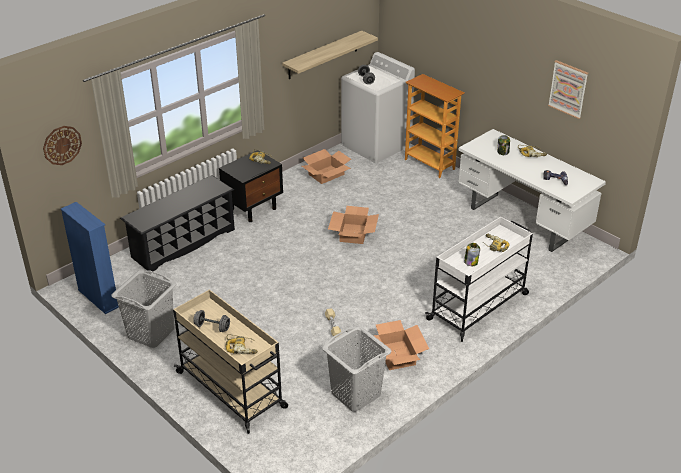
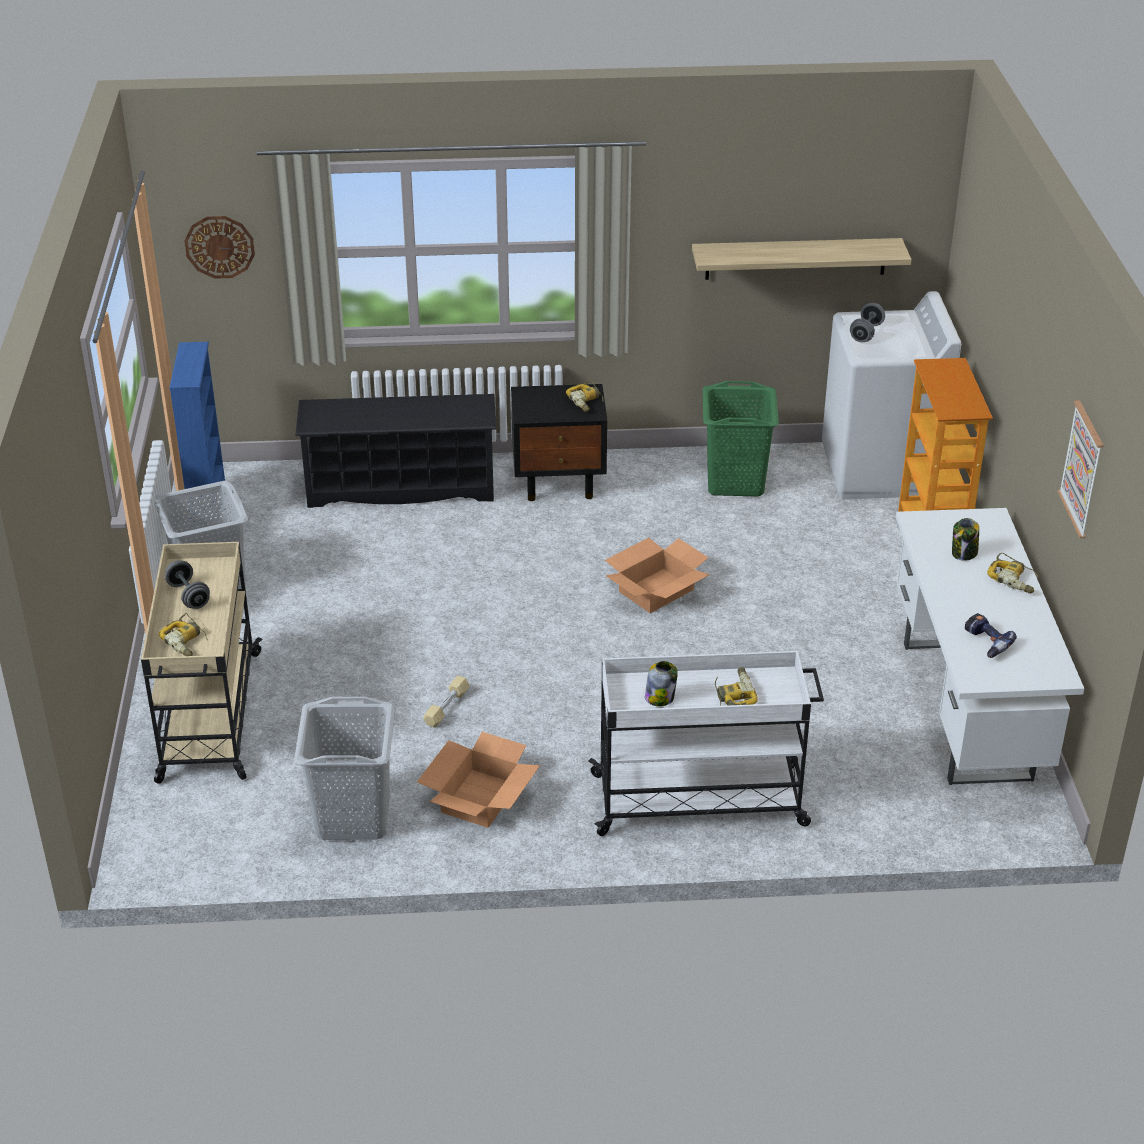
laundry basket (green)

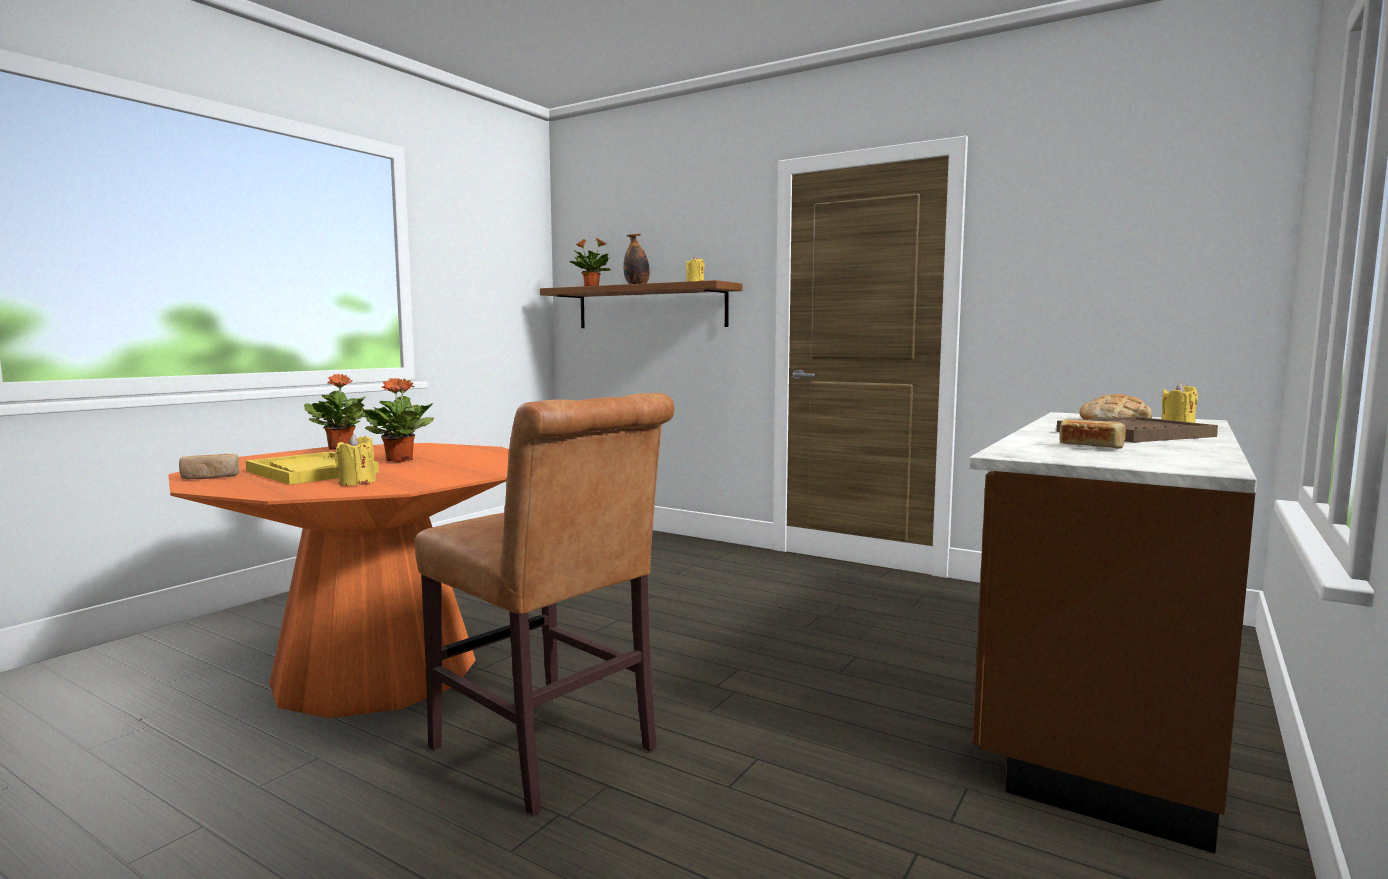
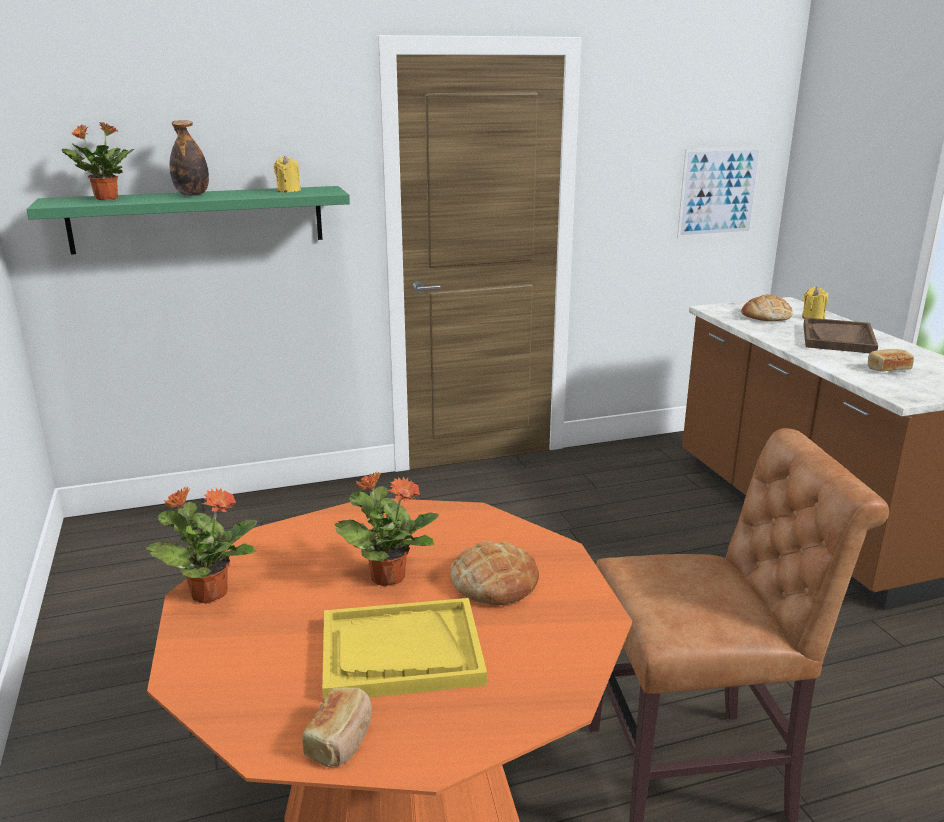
shelf (green)
bread (2nd from left)
picture
candle (yellow) (1st from left in the first image)

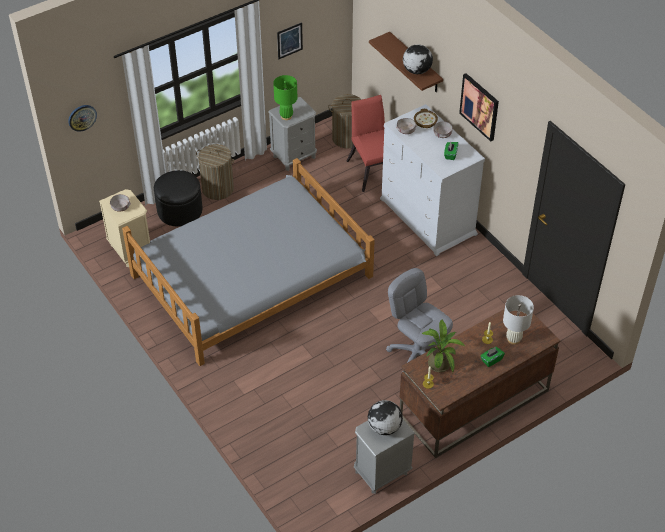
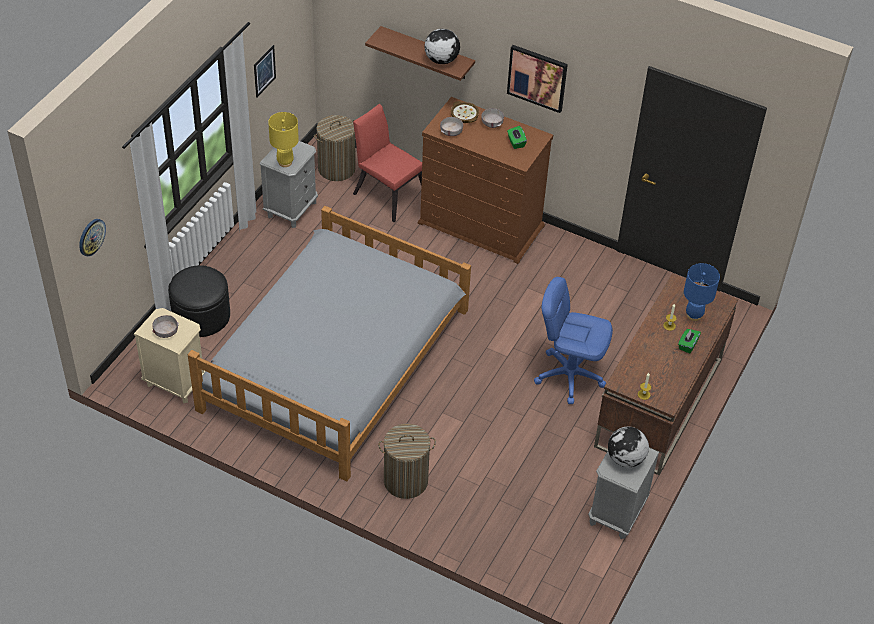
table lamp (yellow)
laundry basket (2nd from left)
dresser (brown)
office chair (blue)
table lamp (blue)
potted plant

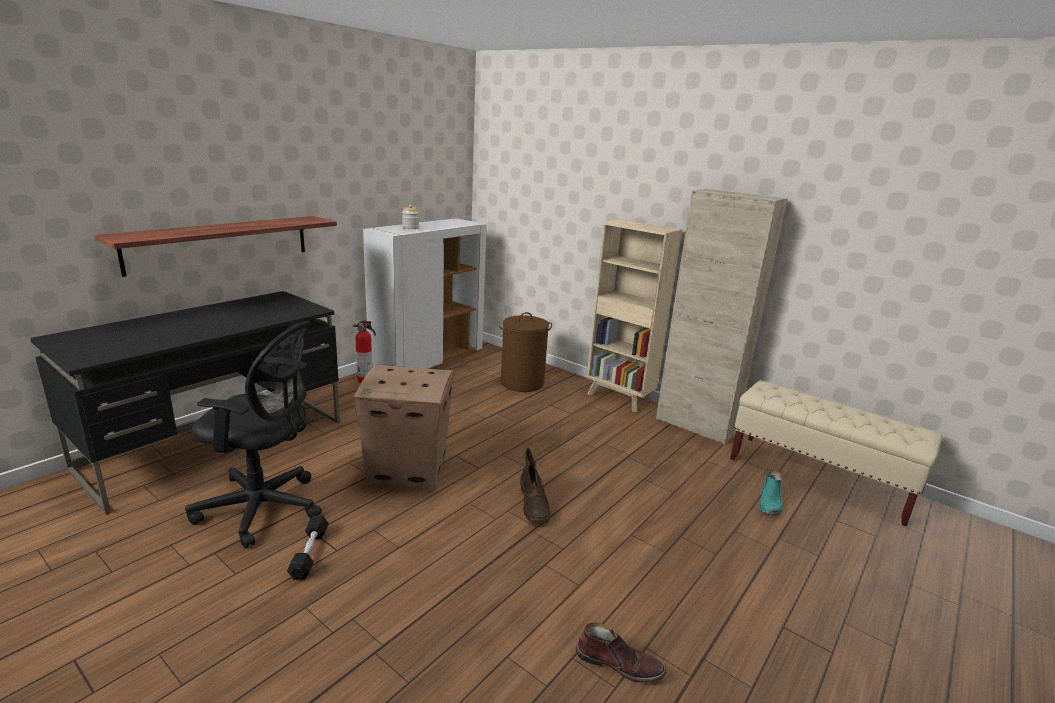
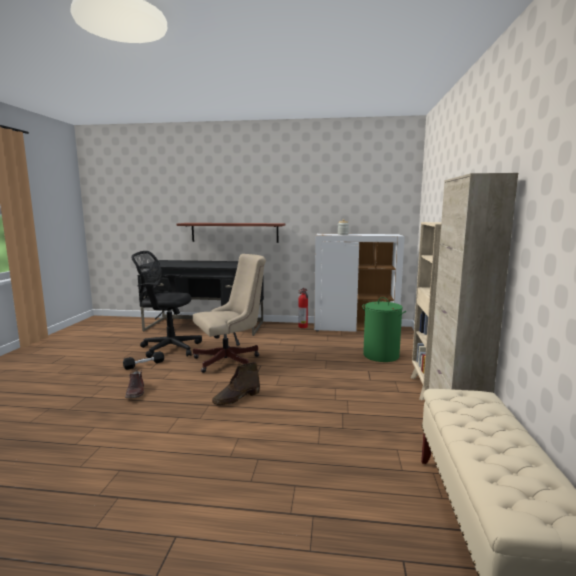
boot (brown) (1st from left)
office chair (black)
office chair (beige)
laundry basket (green)
boot (turquoise)

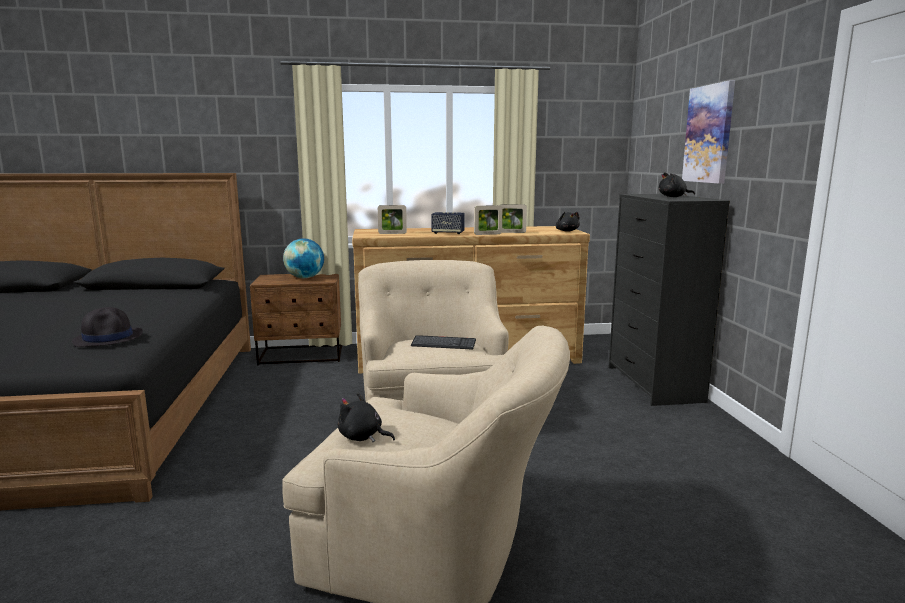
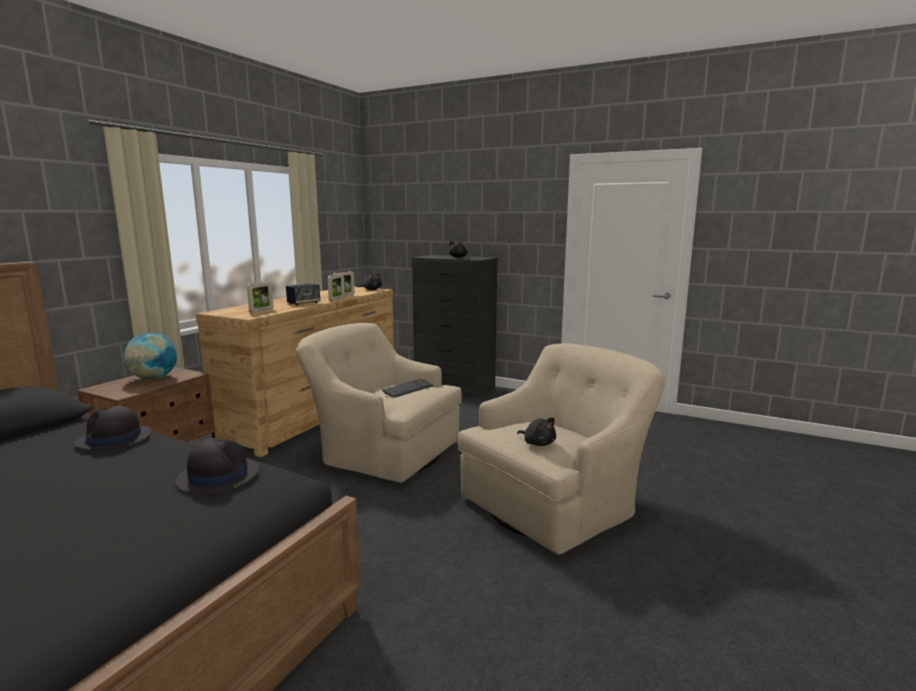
hat (black) (1st from left)
plush toy (black) (3rd from left)
picture

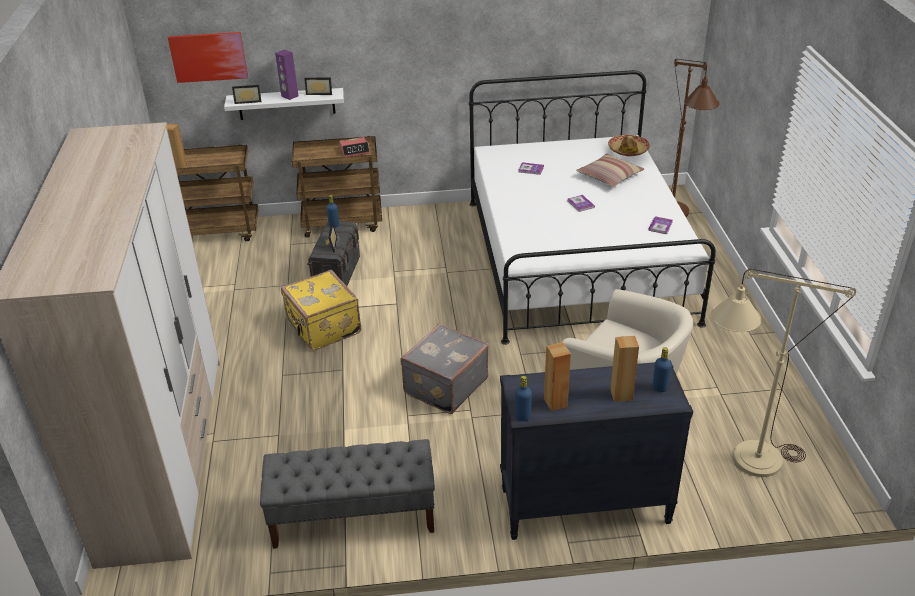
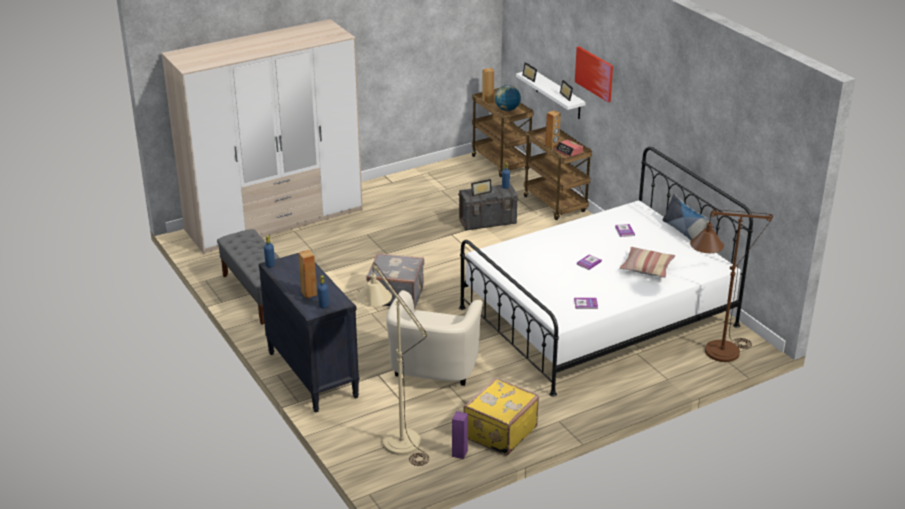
speaker (purple)
suitcase (yellow)
globe
speaker (brown) (3rd from left)
picture
pillow (2nd from left)
hat

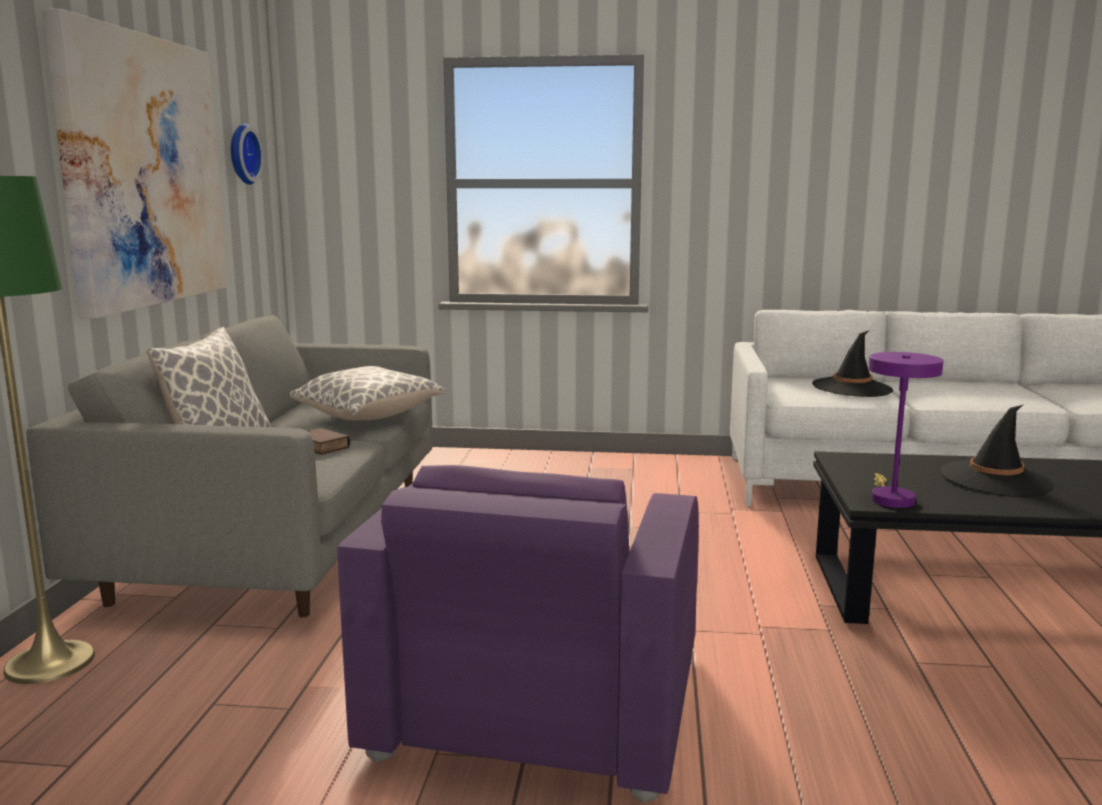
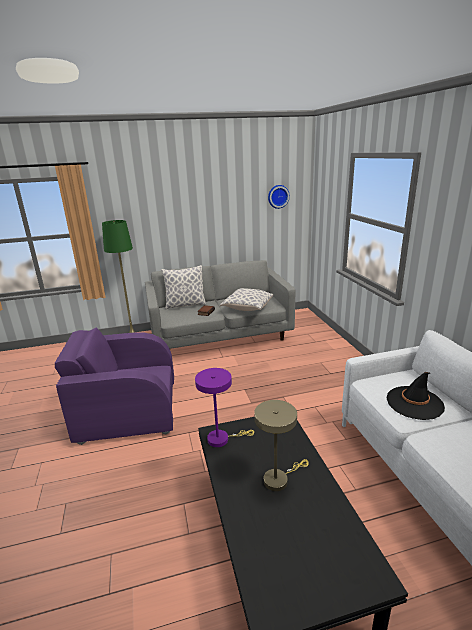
table lamp (beige)
picture

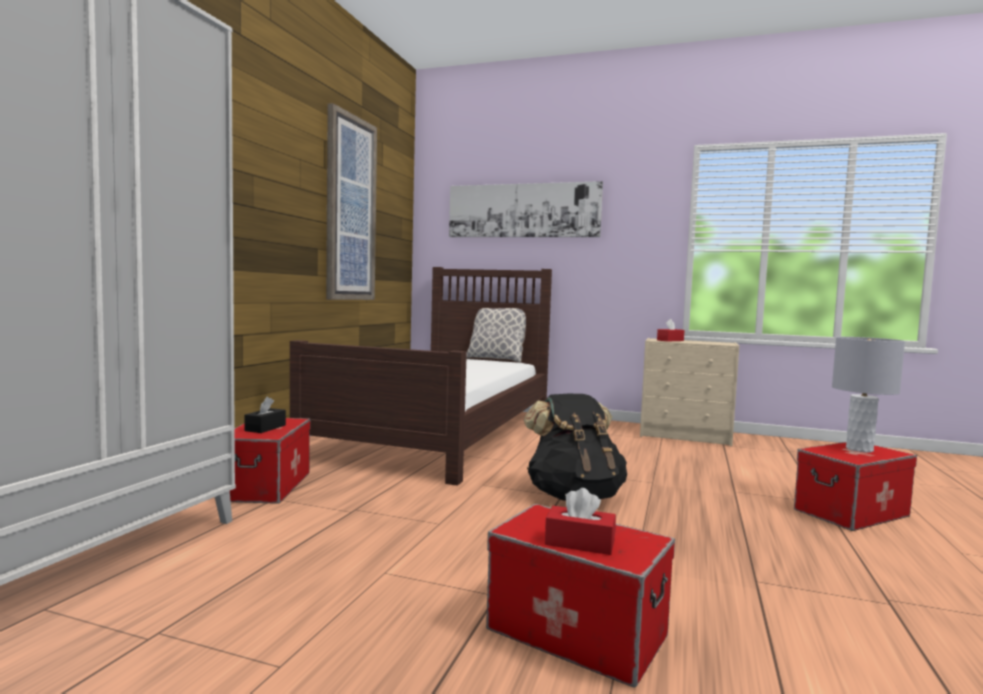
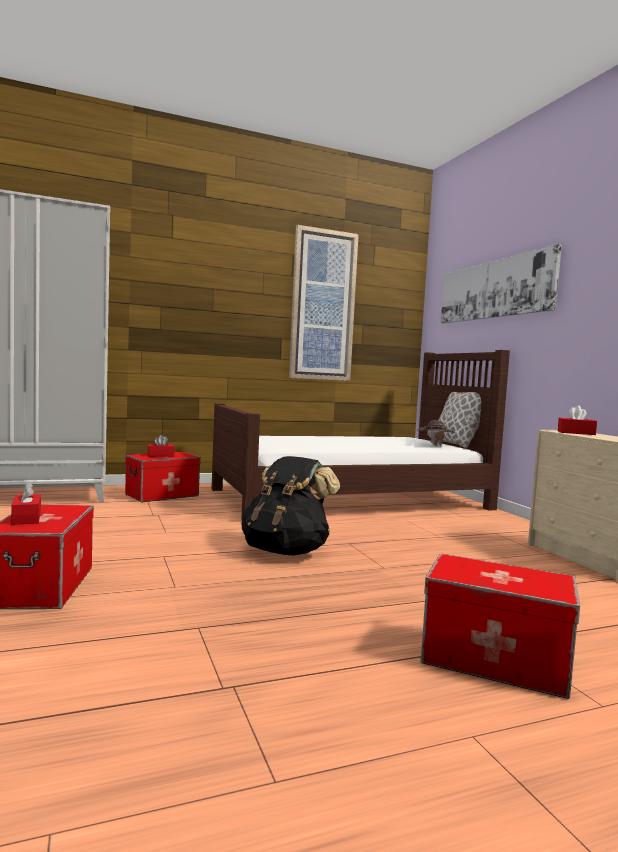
tissue box (red) (2nd from left)
hat (brown)
table lamp (grey)

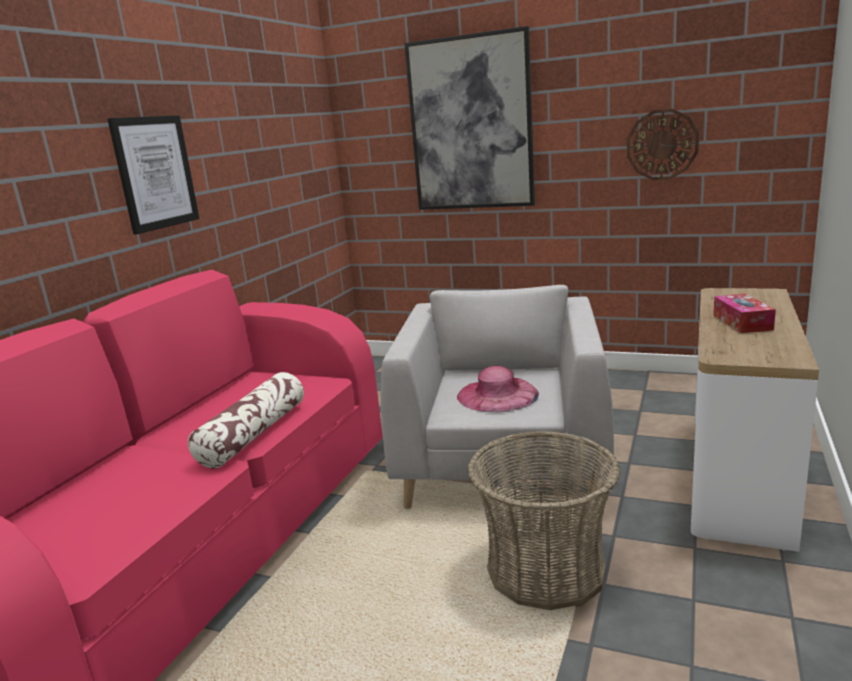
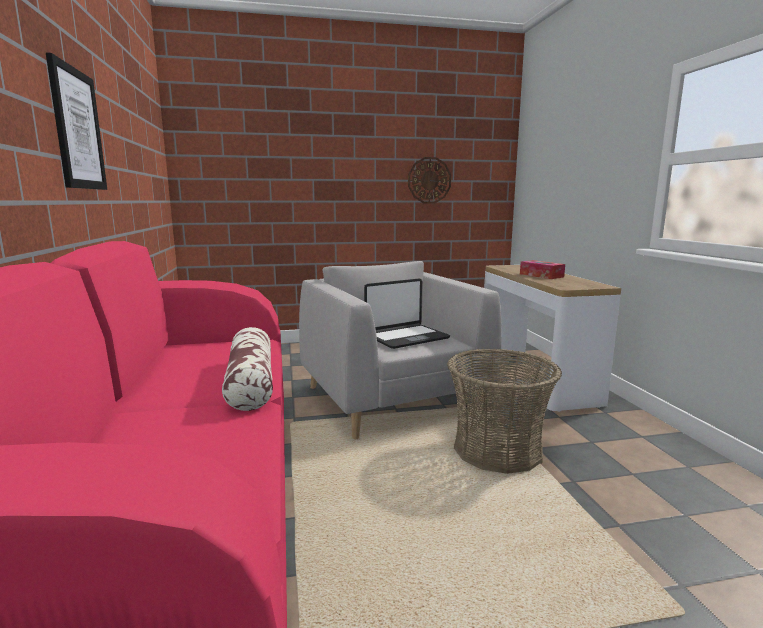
laptop
picture (2nd from left in the first image)

